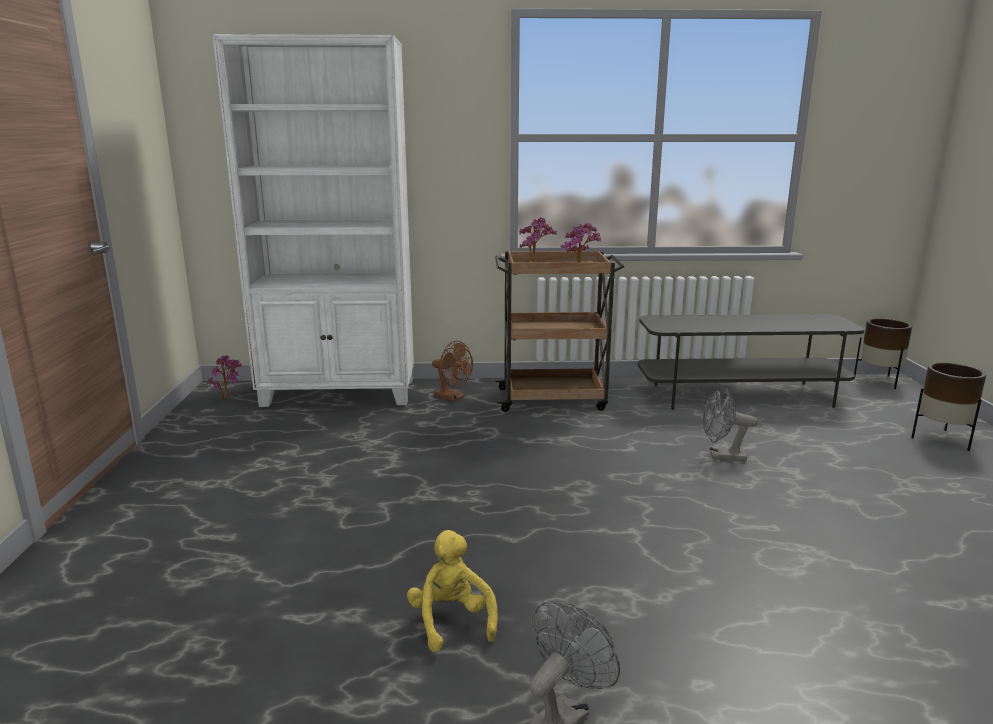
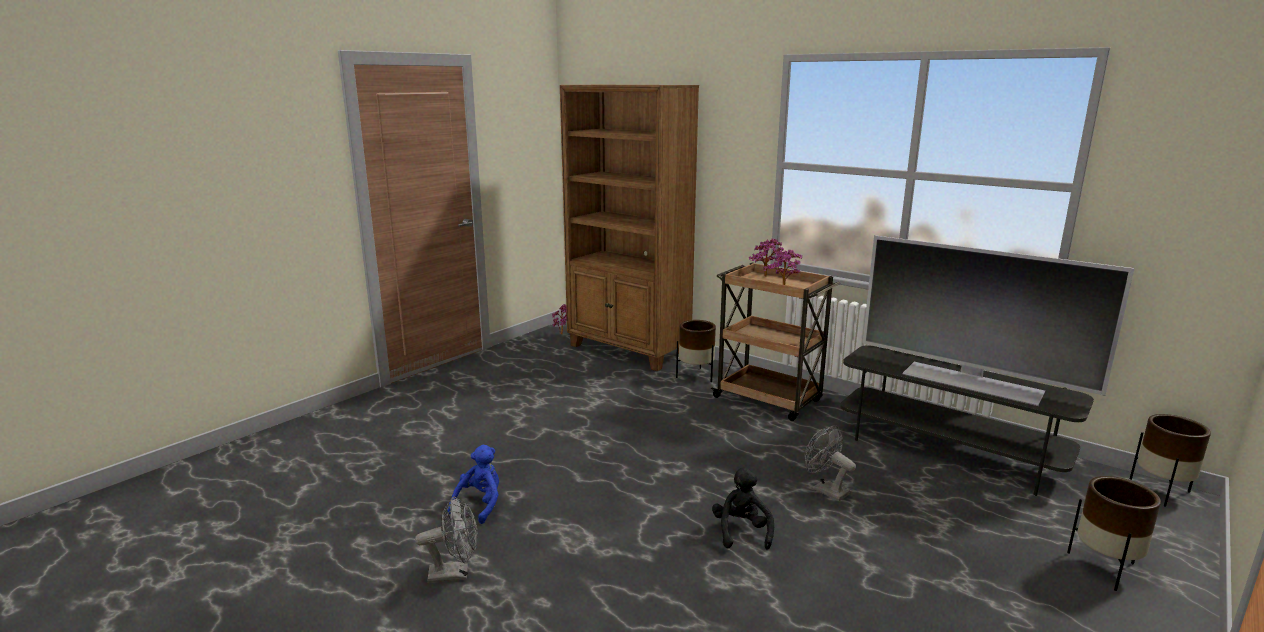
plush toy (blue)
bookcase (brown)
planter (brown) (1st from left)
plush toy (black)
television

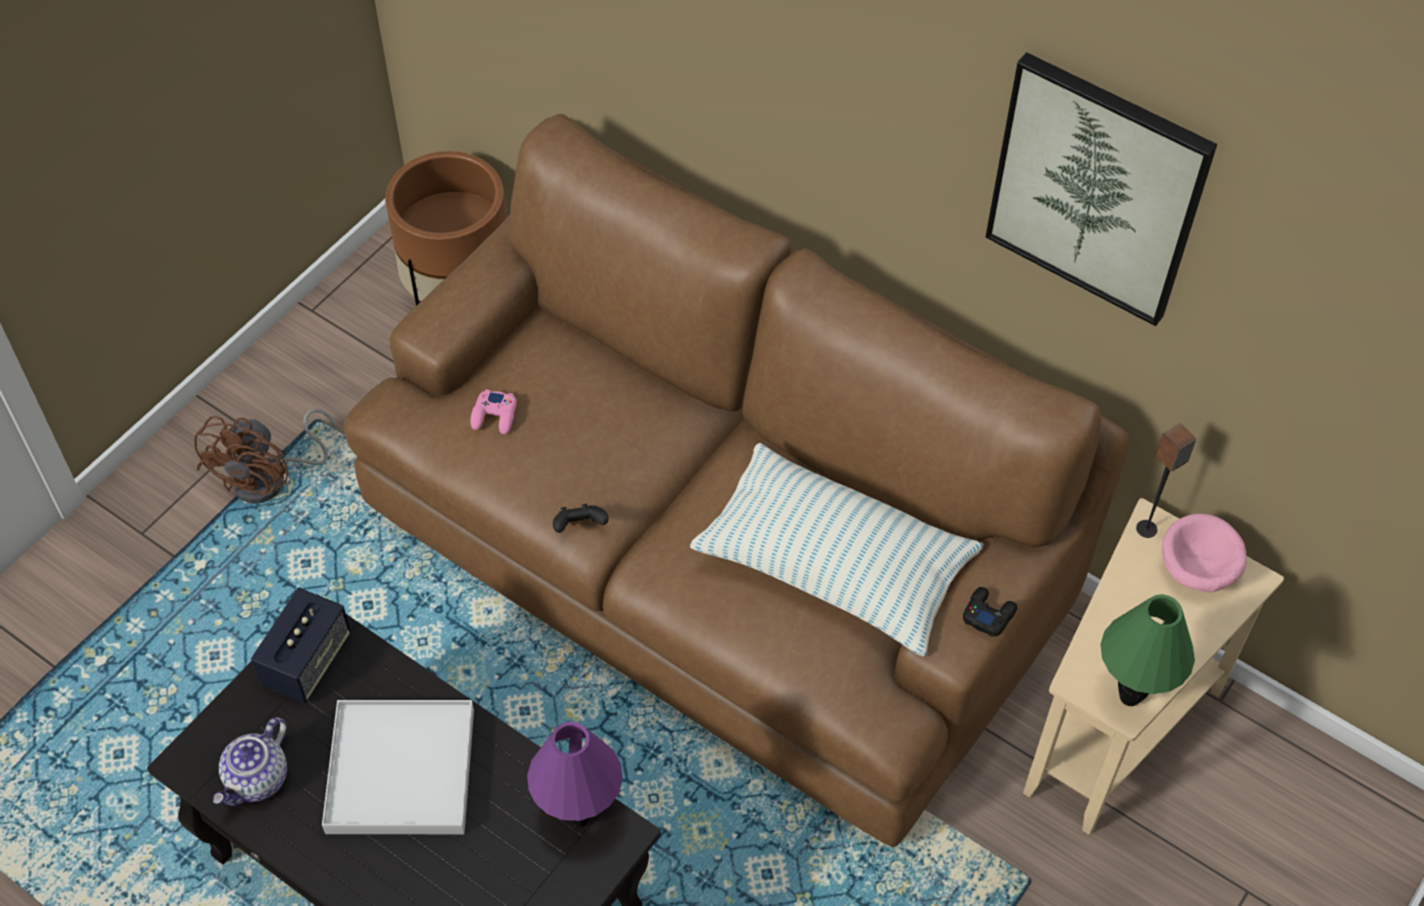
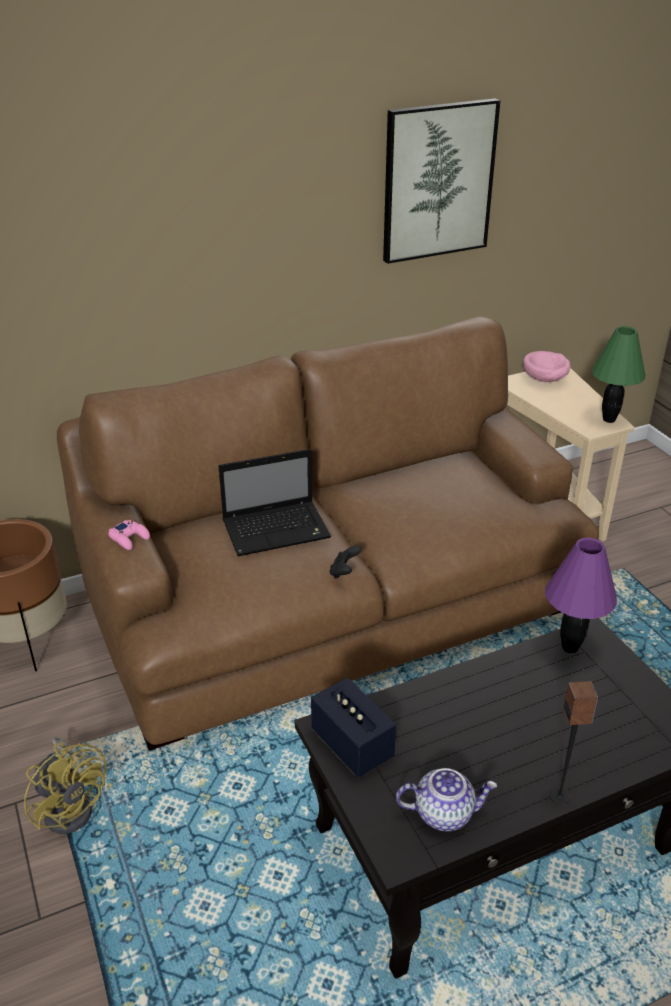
fan (yellow)
game controller (pink)
laptop
teapot
speaker (2nd from left)
tray (white)
pillow
game controller (black) (2nd from left in the first image)

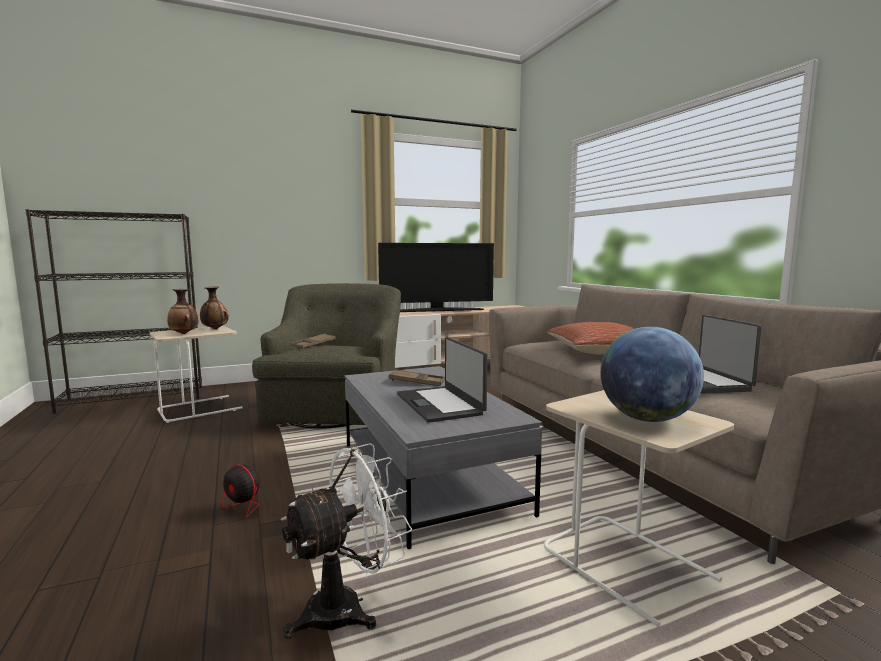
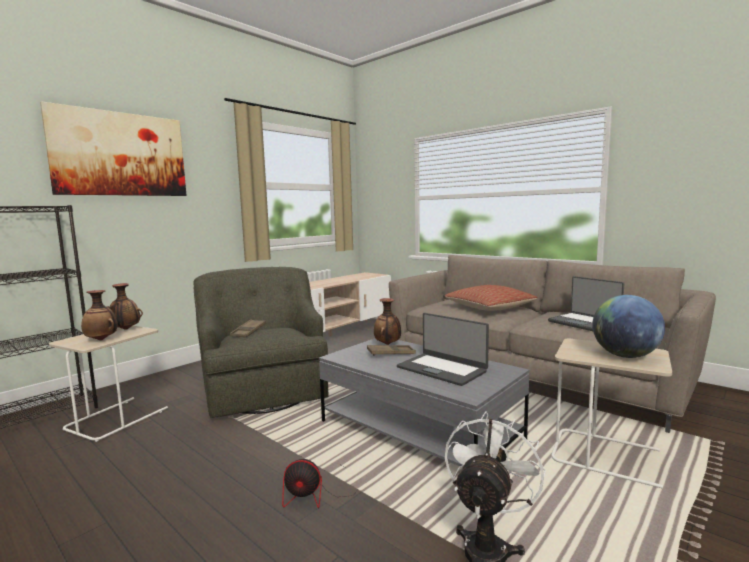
picture
vase (3rd from left)
television

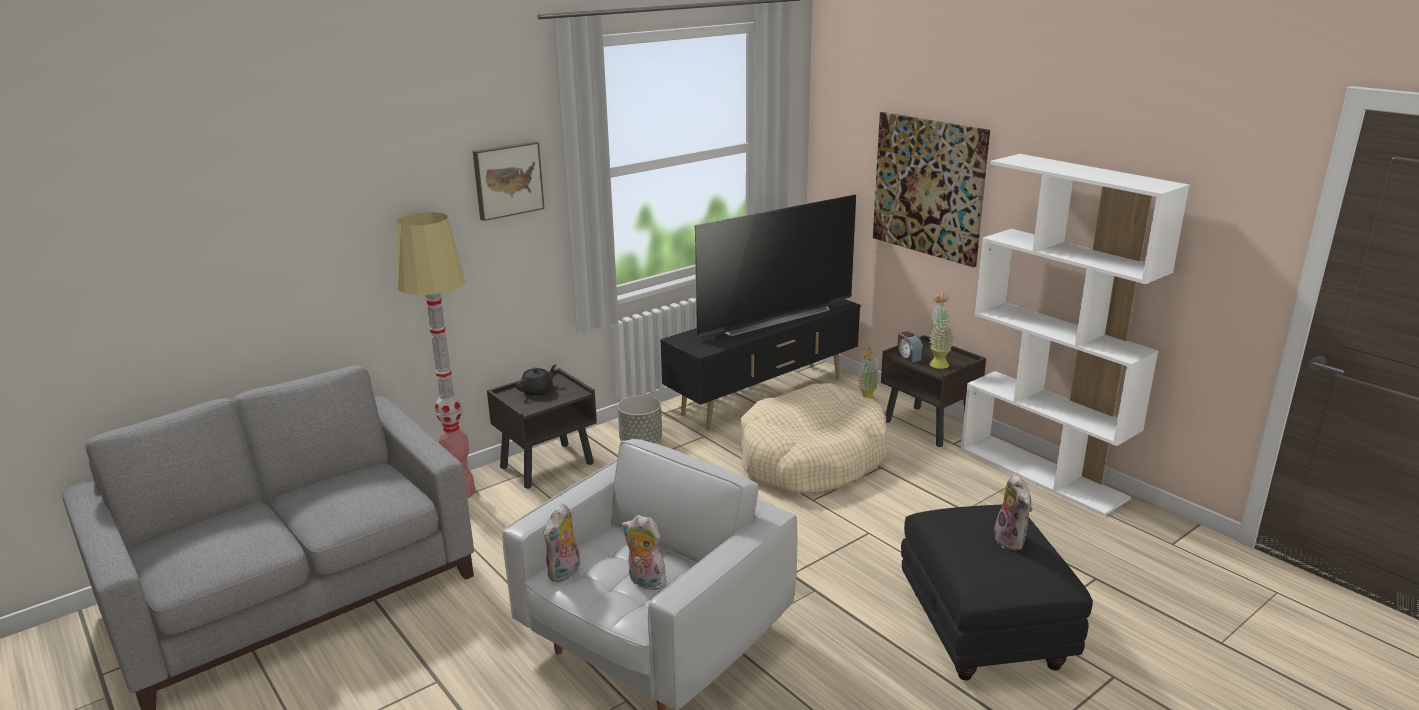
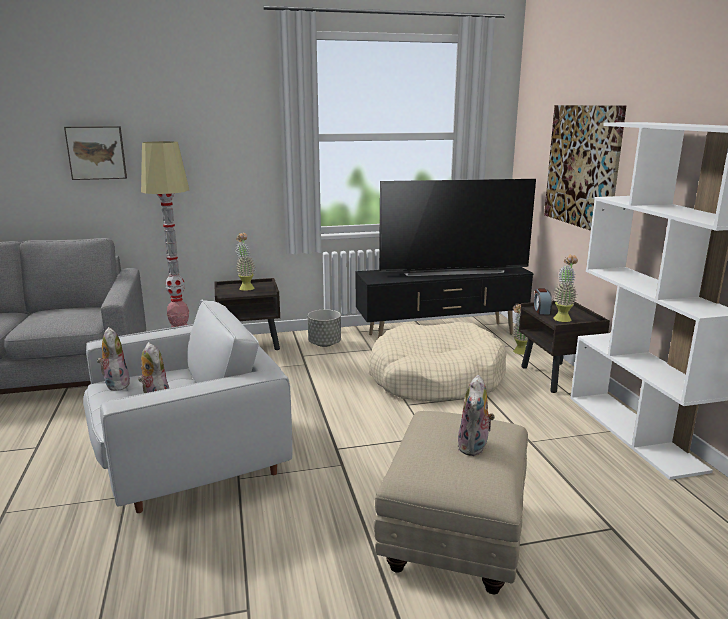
picture (1st from left)
plush toy (1st from left)
potted plant (1st from left)
ottoman (beige)

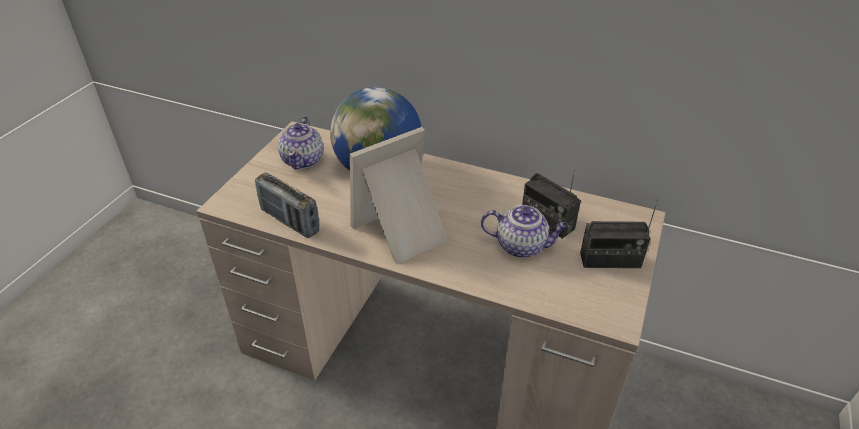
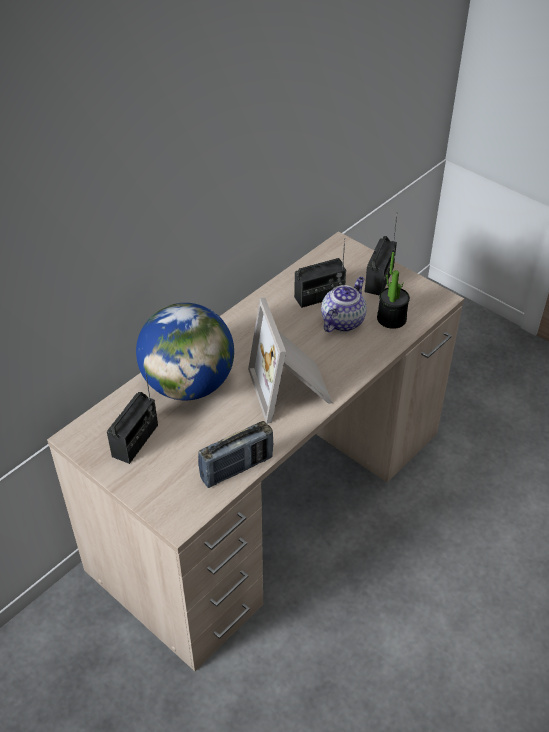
radio (1st from left)
potted plant

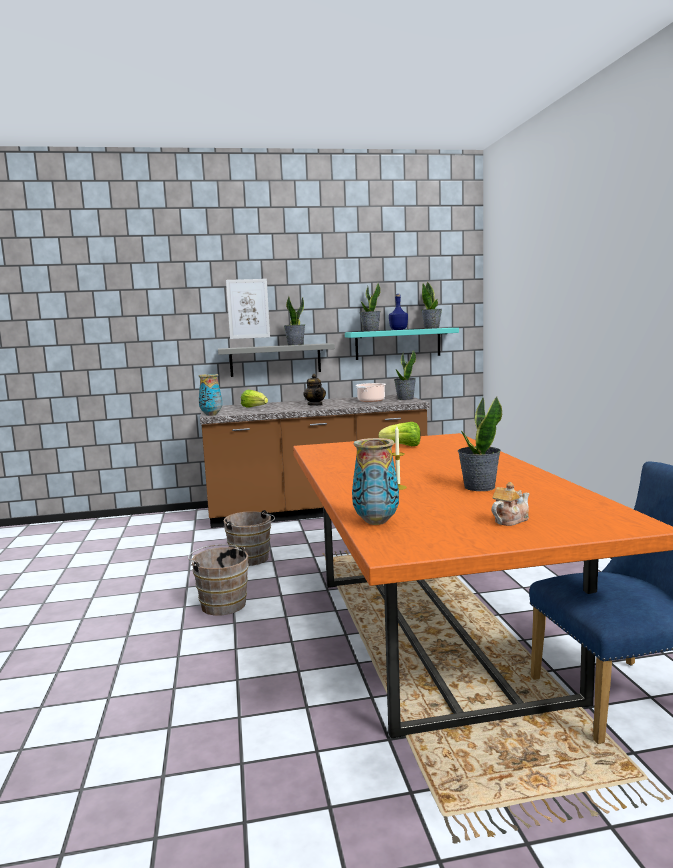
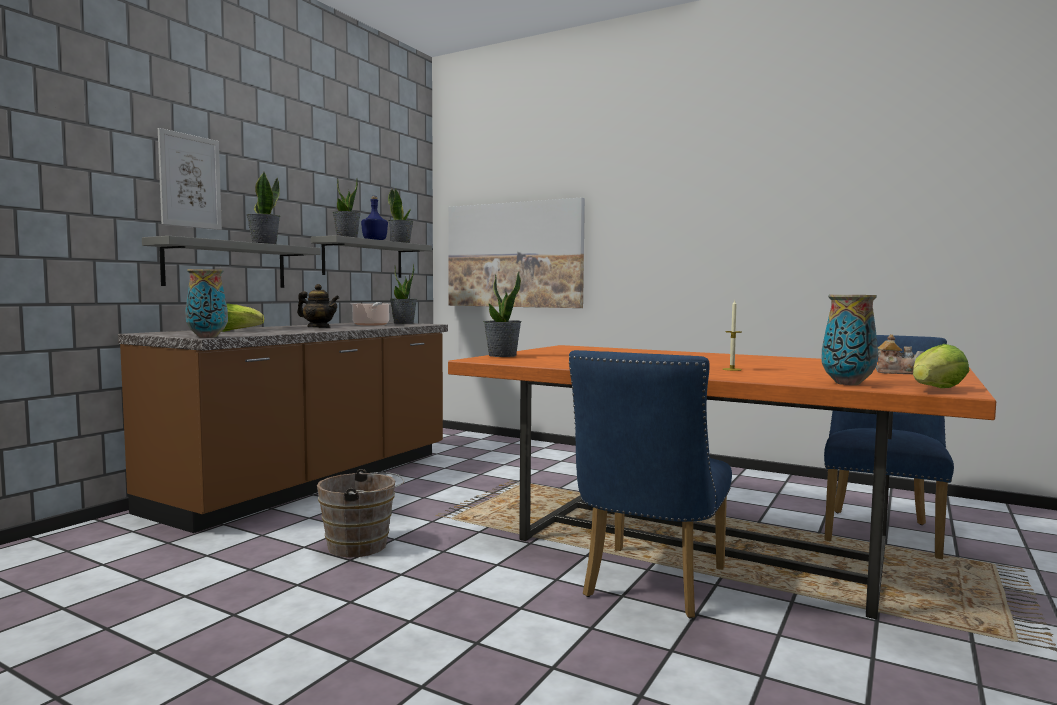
shelf (grey) (2nd from left)
picture (2nd from left)
potted plant (5th from left)
chair (blue) (1st from left)
teapot (2nd from left)
lettuce (2nd from left)
bucket (brown) (1st from left in the first image)

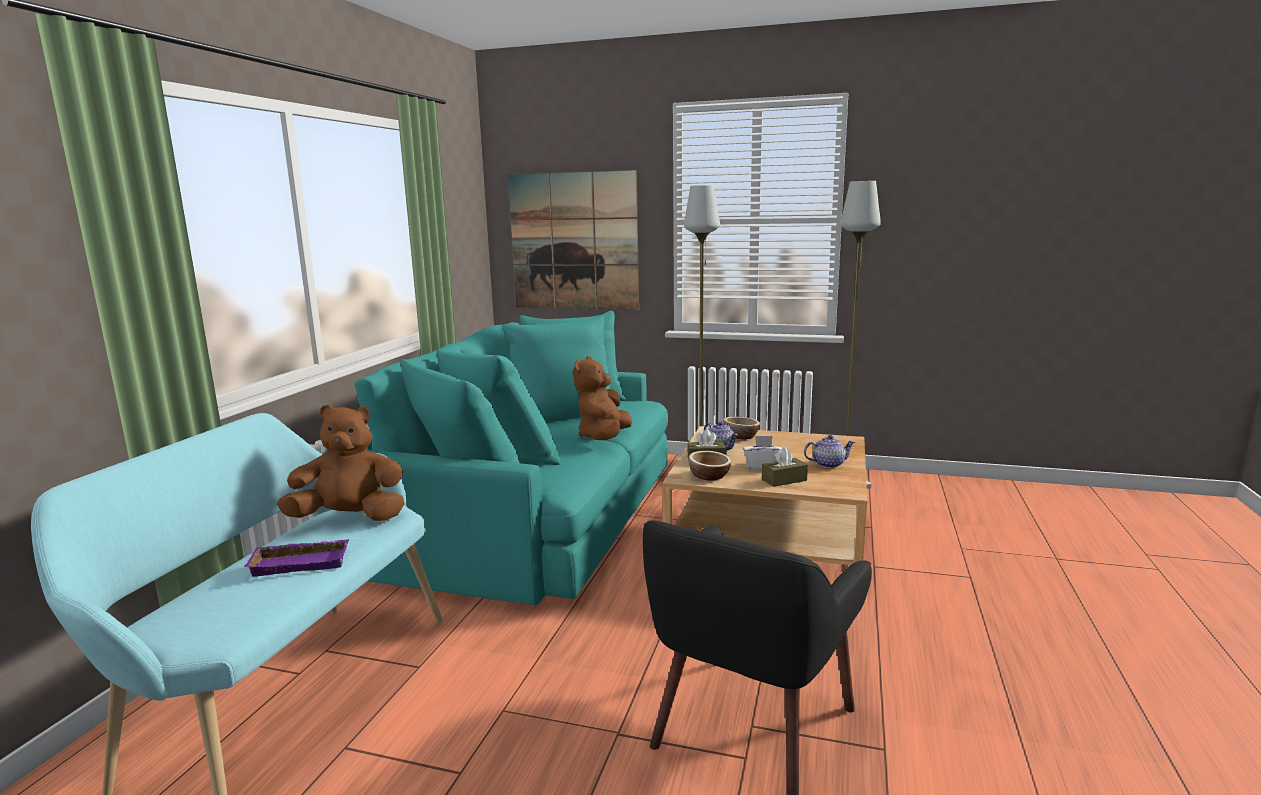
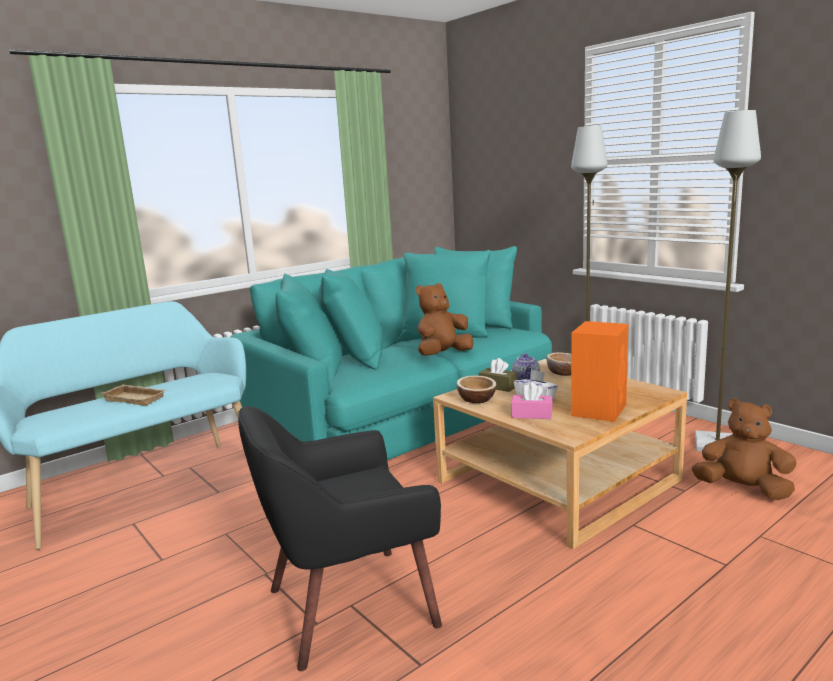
tray (beige)
tissue box (pink)
speaker (orange)
plush toy (brown) (2nd from left)
picture

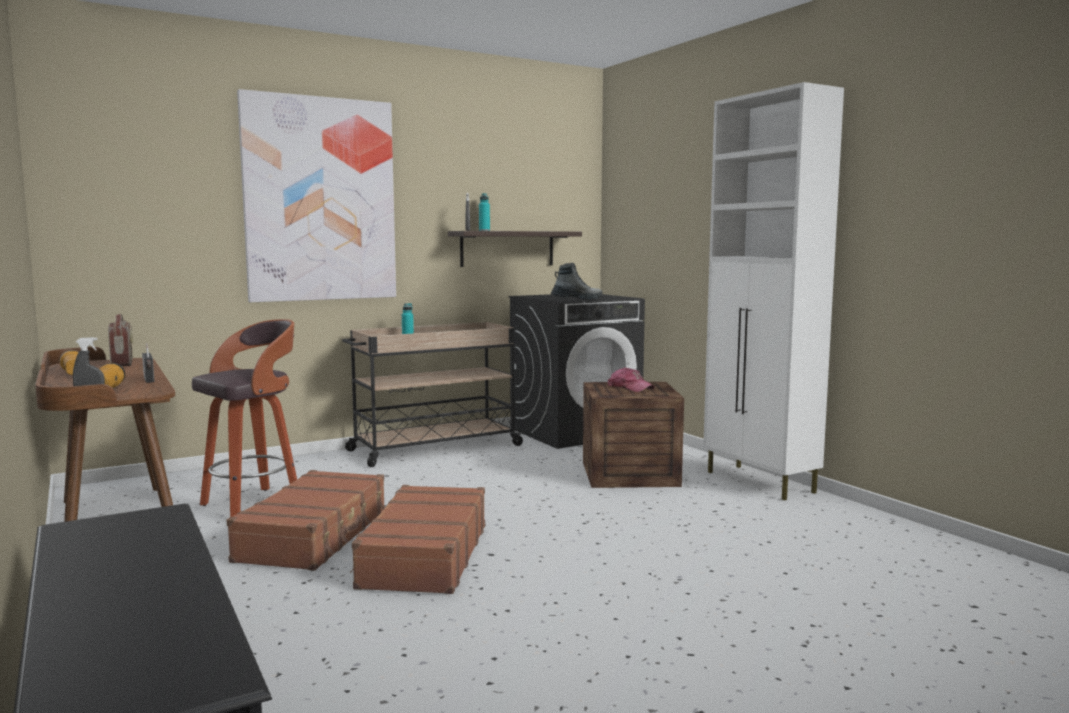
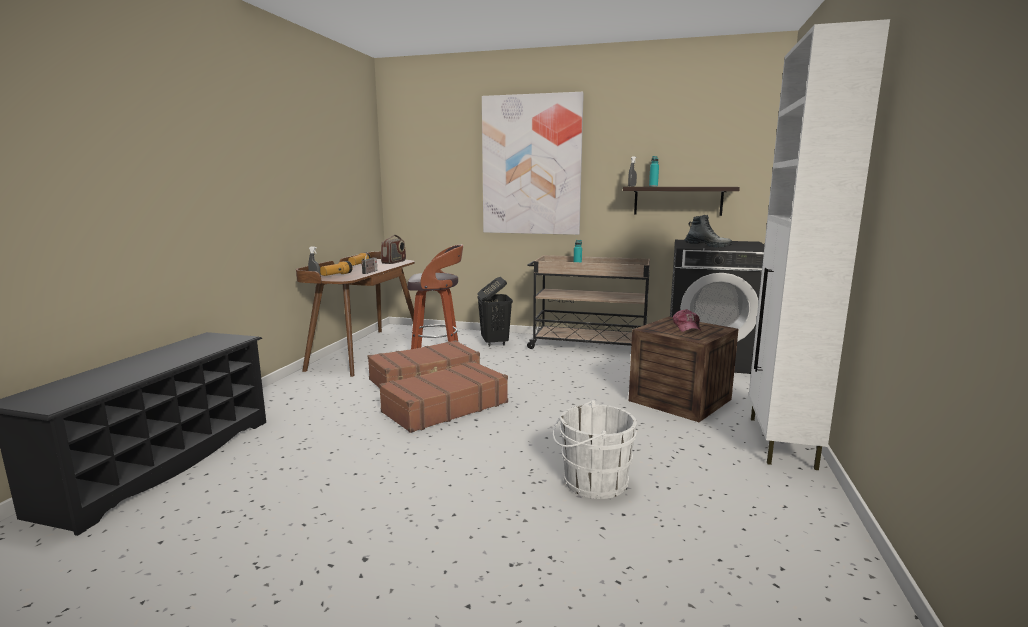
laundry basket (black)
bucket (white)

